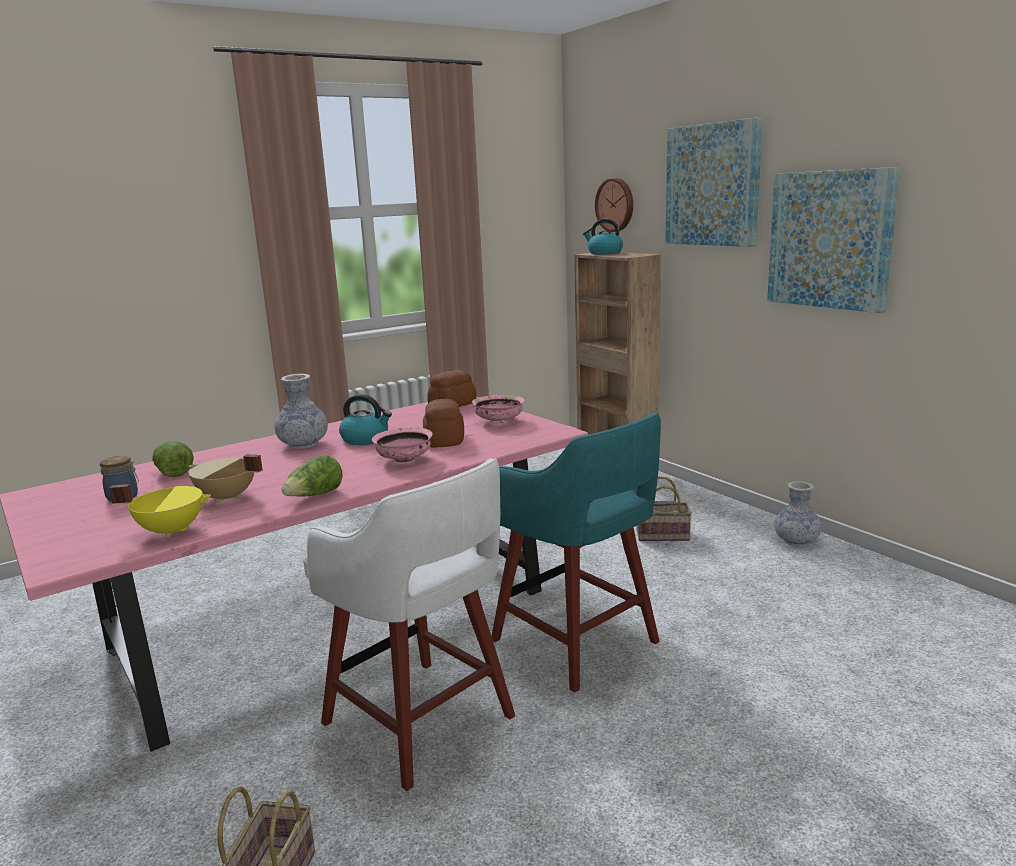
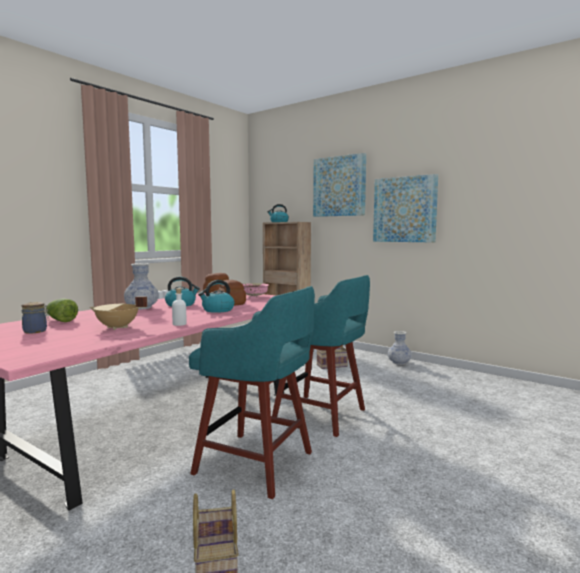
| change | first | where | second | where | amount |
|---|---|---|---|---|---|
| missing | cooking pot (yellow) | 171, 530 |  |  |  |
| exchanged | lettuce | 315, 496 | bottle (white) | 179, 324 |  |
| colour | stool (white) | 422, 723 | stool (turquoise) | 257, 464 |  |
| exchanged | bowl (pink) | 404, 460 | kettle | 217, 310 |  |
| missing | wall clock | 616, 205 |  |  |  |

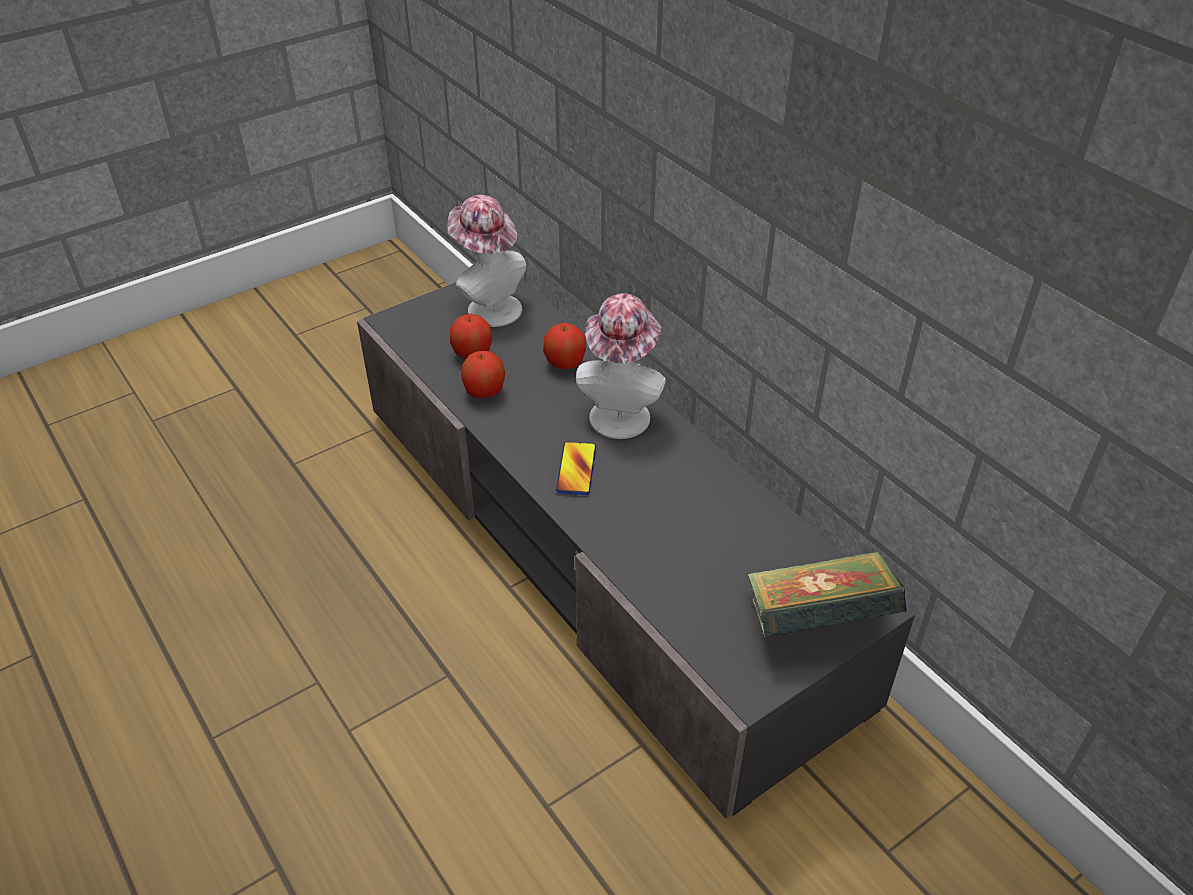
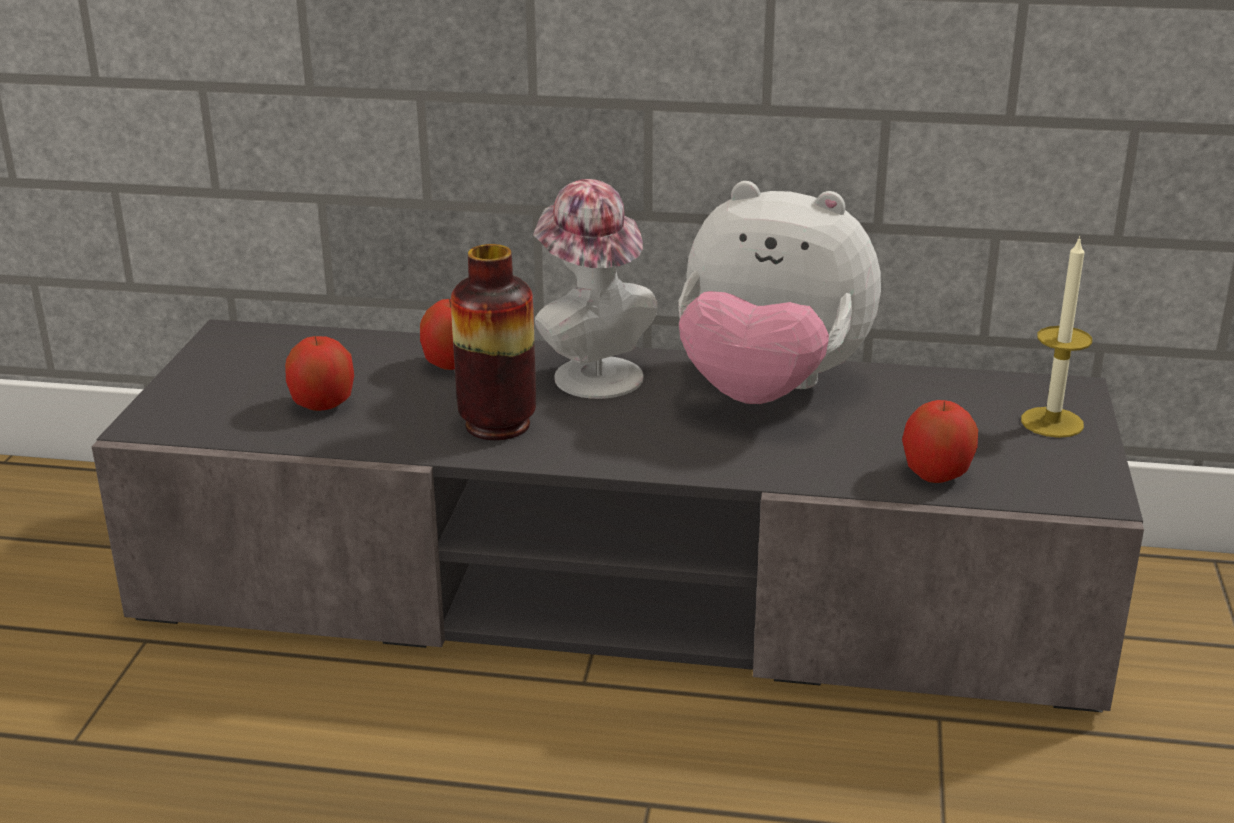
| change | first | where | second | where | amount |
|---|---|---|---|---|---|
| missing | hat | 489, 307 |  |  |  |
| relocated | apple | 484, 392 |  | 936, 474 |  |
| missing | phone | 576, 469 |  |  |  |
| exchanged | book | 816, 622 | candle | 1052, 422 |  |
| appeared |  |  | vase | 497, 425 |  |
| appeared |  |  | plush toy | 769, 391 |  |

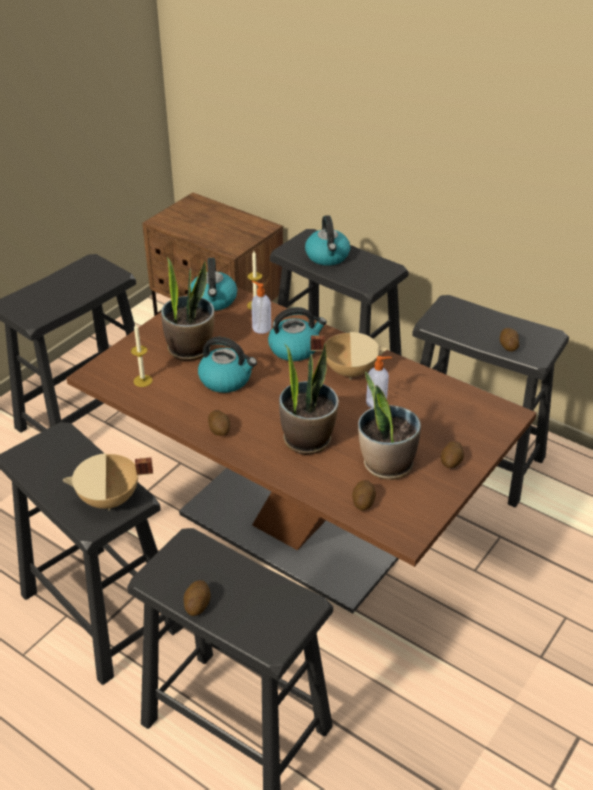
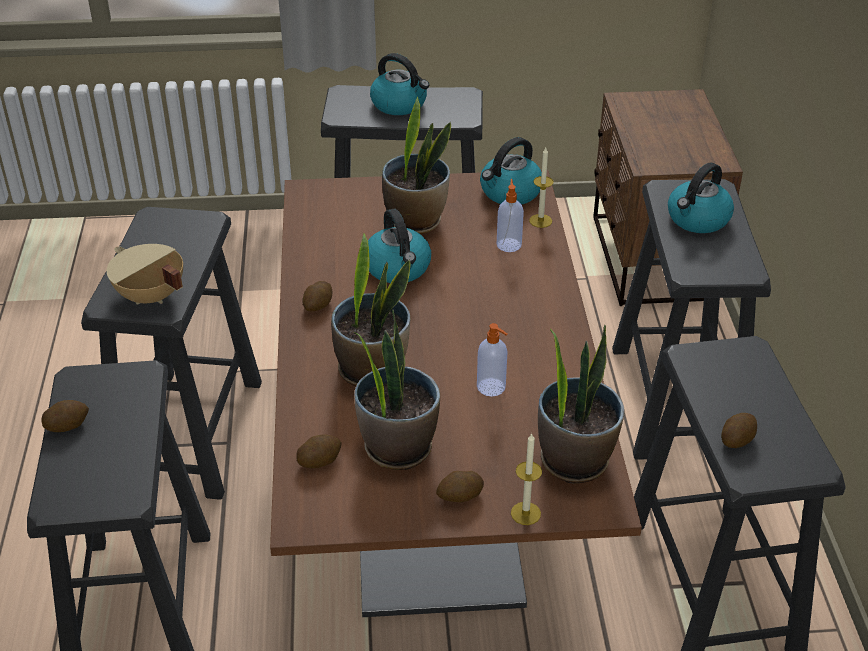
| change | first | where | second | where | amount |
|---|---|---|---|---|---|
| relocated | candle | 143, 381 |  | 525, 513 |  |
| relocated | kettle | 295, 348 |  | 400, 104 |  |
| missing | cooking pot (beige) | 349, 370 |  |  |  |
| appeared |  |  | potted plant | 574, 459 |  |

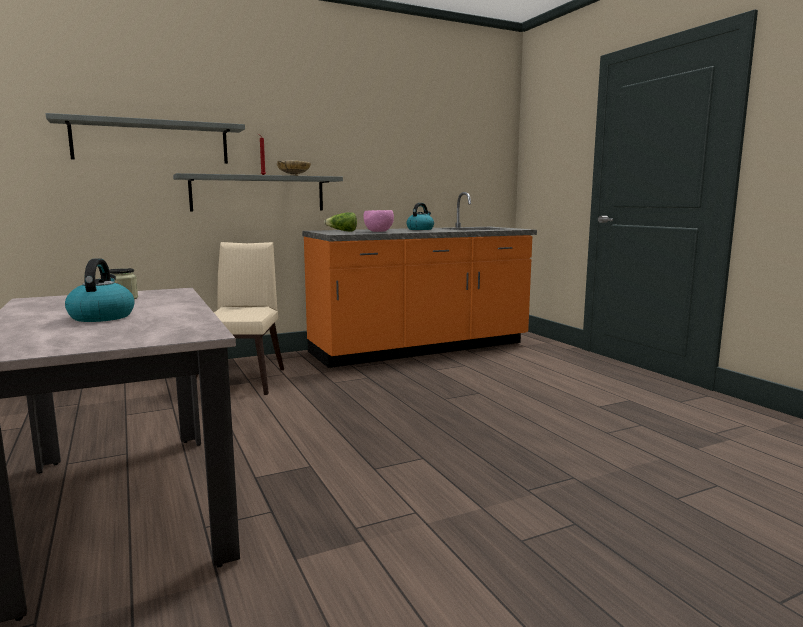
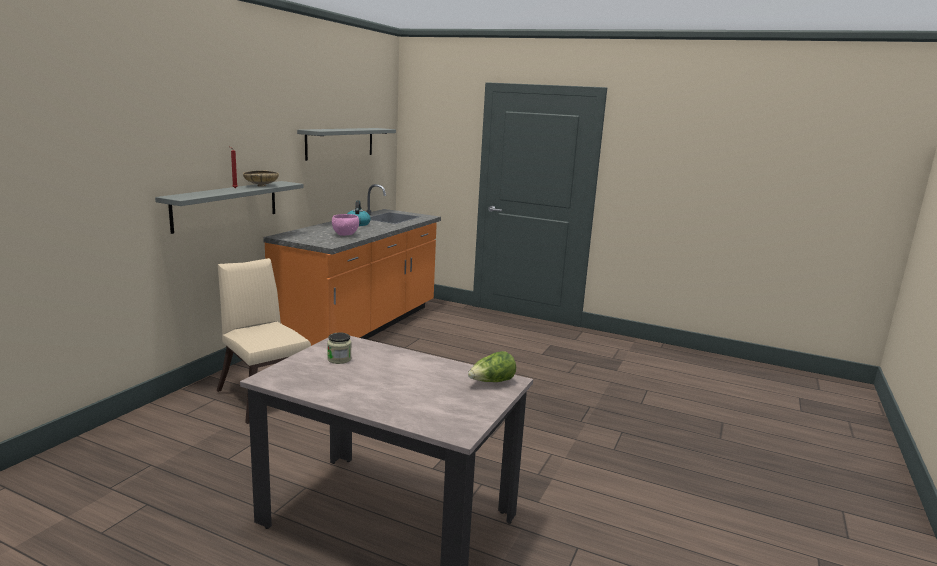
| change | first | where | second | where | amount |
|---|---|---|---|---|---|
| relocated | shelf (grey) | 151, 142 |  | 340, 143 |  |
| missing | kettle | 102, 316 |  |  |  |
| relocated | lettuce | 342, 231 |  | 492, 382 |  |

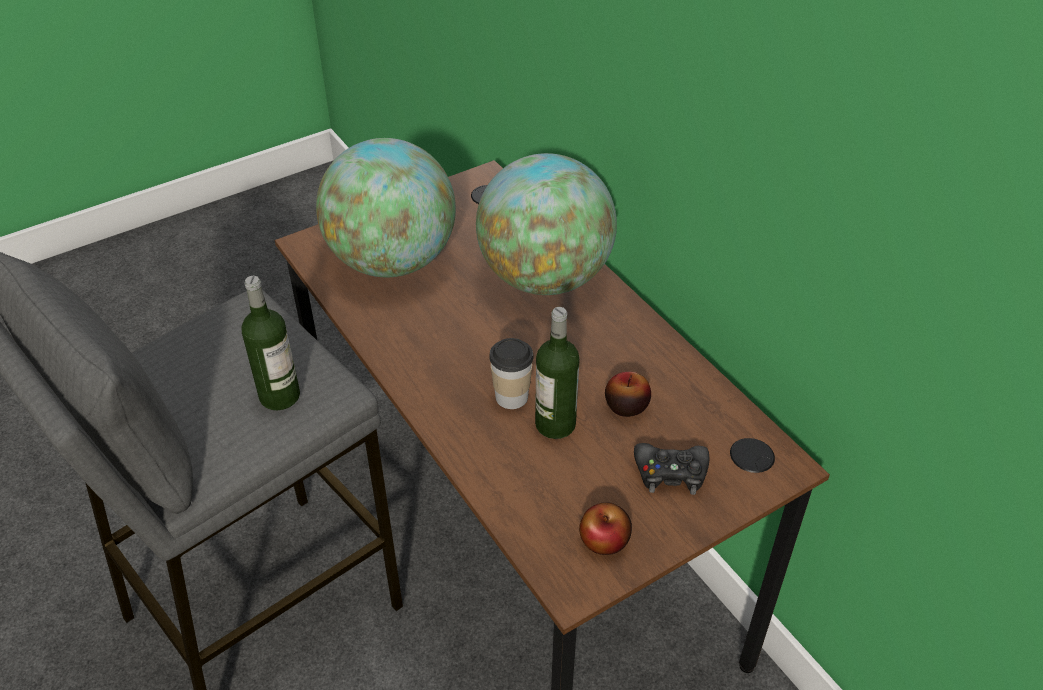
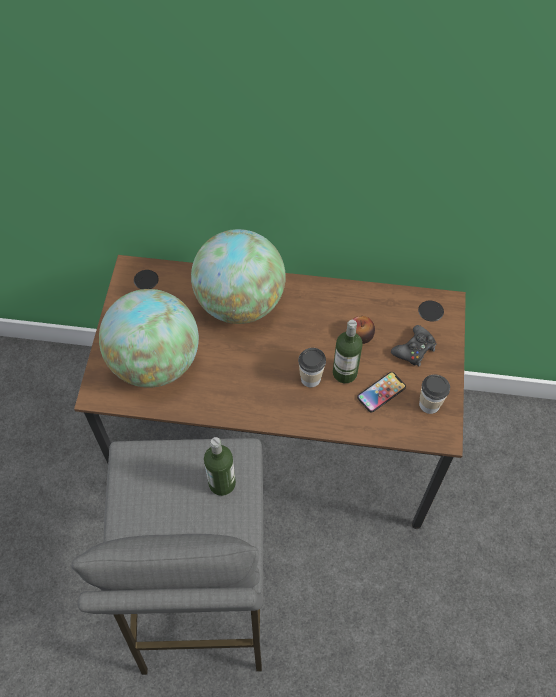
| change | first | where | second | where | amount |
|---|---|---|---|---|---|
| exchanged | apple | 604, 540 | cup | 429, 404 |  |
| appeared |  |  | phone | 381, 392 |  |

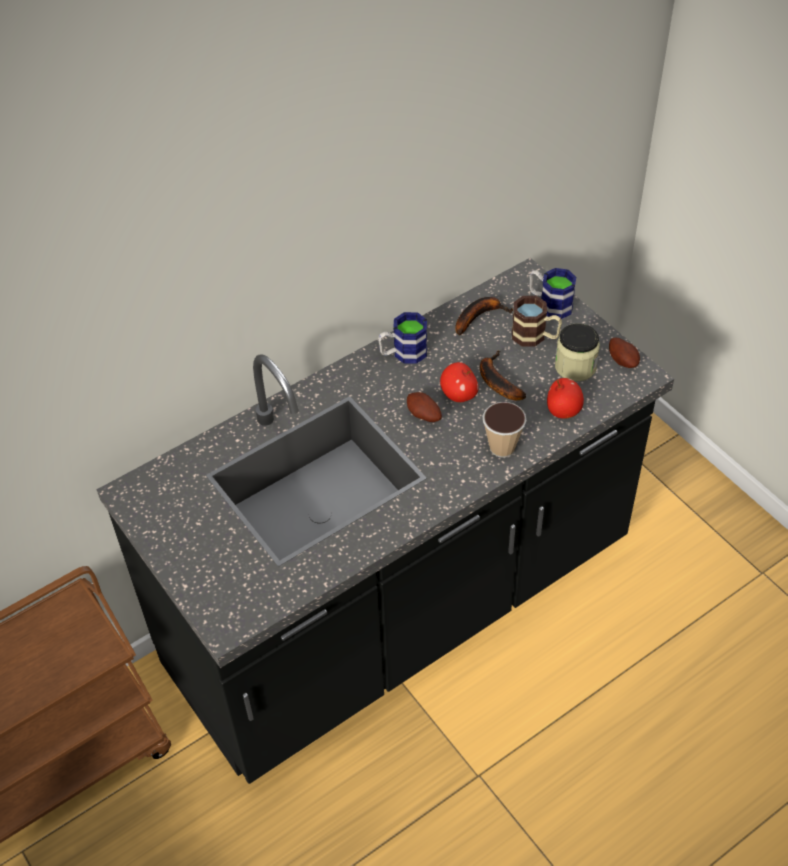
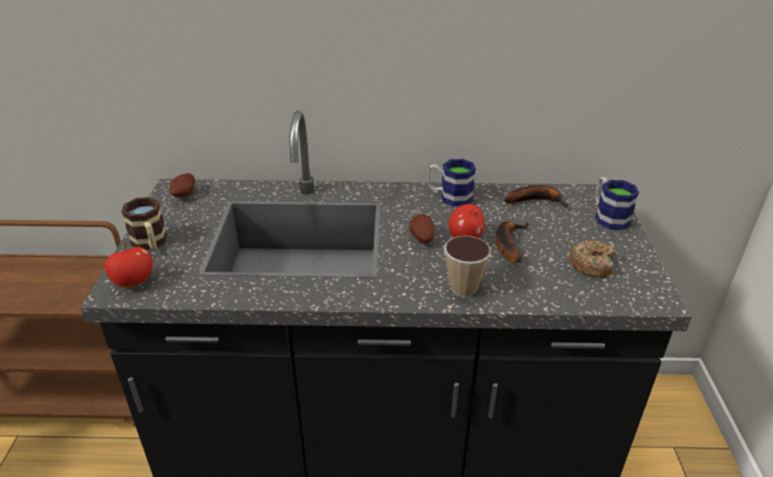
| change | first | where | second | where | amount |
|---|---|---|---|---|---|
| relocated | mug | 535, 337 |  | 151, 244 |  |
| relocated | apple | 563, 410 |  | 134, 282 |  |
| exchanged | jar | 575, 367 | donut | 591, 265 |  |
| relocated | potato | 623, 360 |  | 185, 194 |  |

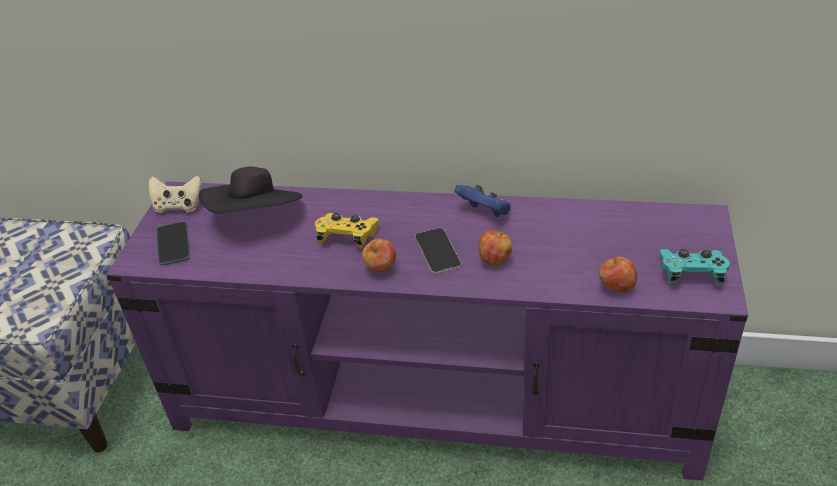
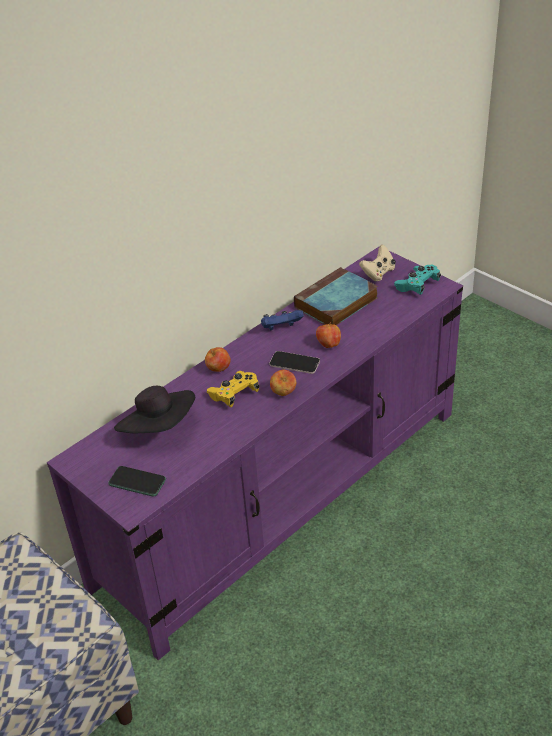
| change | first | where | second | where | amount |
|---|---|---|---|---|---|
| relocated | game controller (beige) | 179, 206 |  | 378, 273 |  |
| relocated | apple | 616, 288 |  | 218, 369 |  |
| appeared |  |  | book | 335, 304 |  |

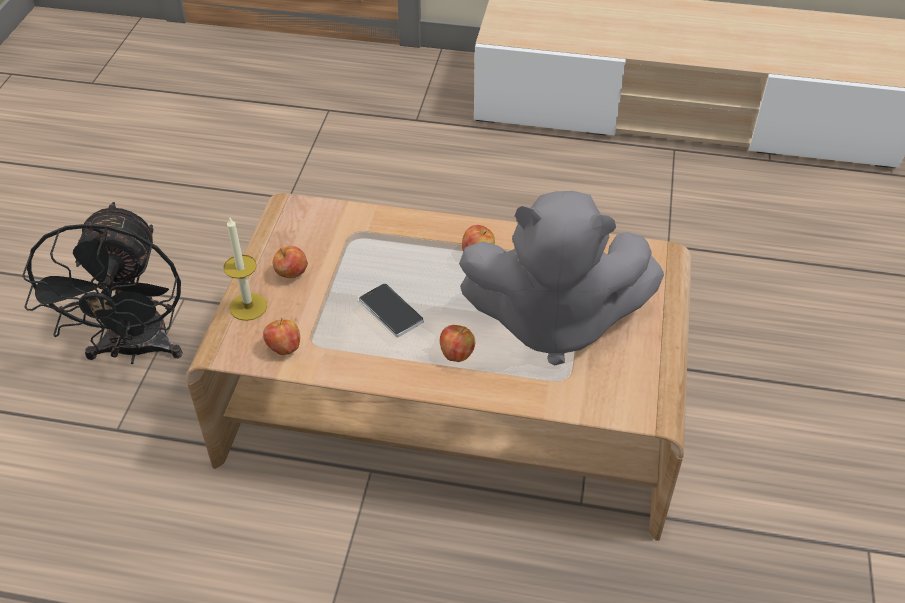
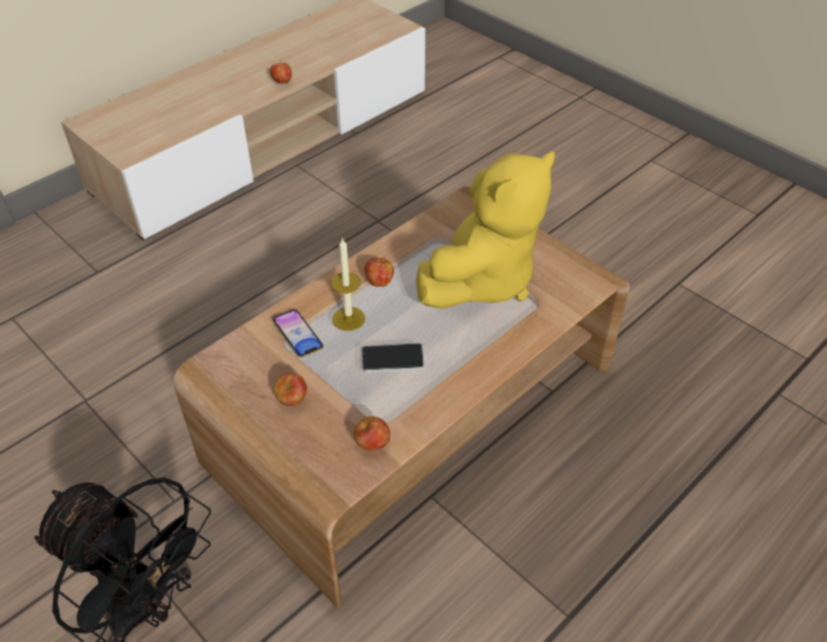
| change | first | where | second | where | amount |
|---|---|---|---|---|---|
| relocated | candle | 248, 306 |  | 348, 319 |  |
| relocated | apple | 457, 354 |  | 282, 82 |  |
| colour | plush toy (grey) | 553, 322 | plush toy (yellow) | 482, 280 |  |
| appeared |  |  | phone | 298, 336 |  |

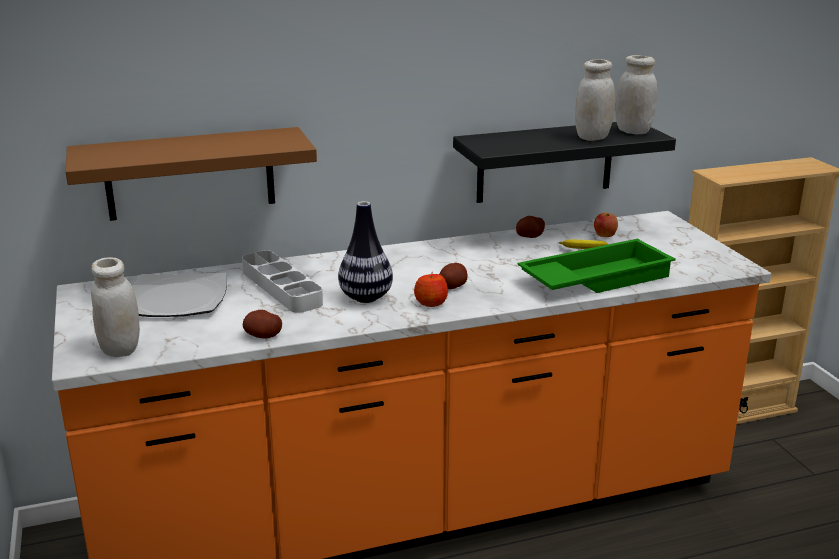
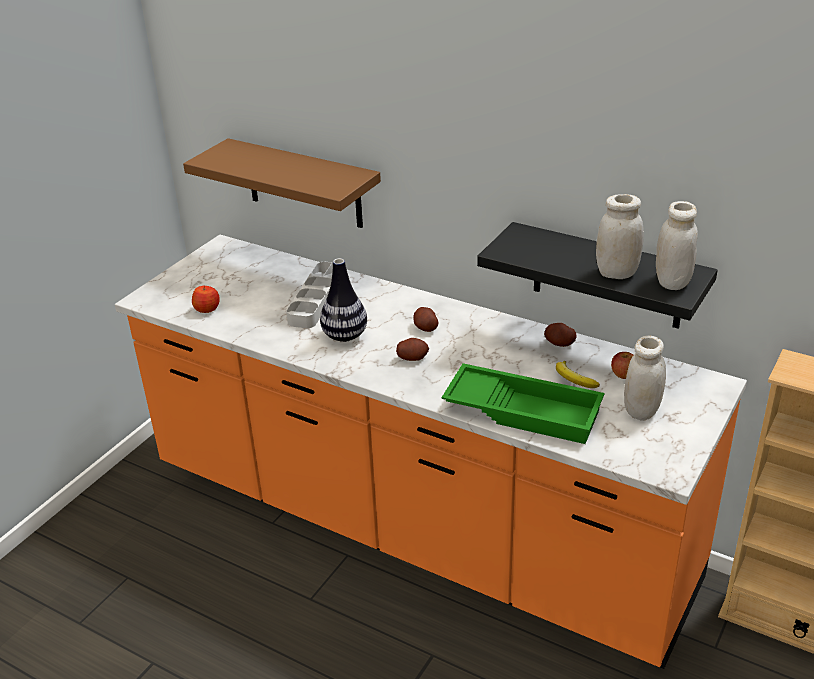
| change | first | where | second | where | amount |
|---|---|---|---|---|---|
| relocated | jar (white) | 120, 349 |  | 641, 411 |  |
| missing | plate | 175, 300 |  |  |  |
| relocated | potato | 263, 336 |  | 425, 328 |  |
| relocated | apple | 431, 303 |  | 207, 309 |  |

